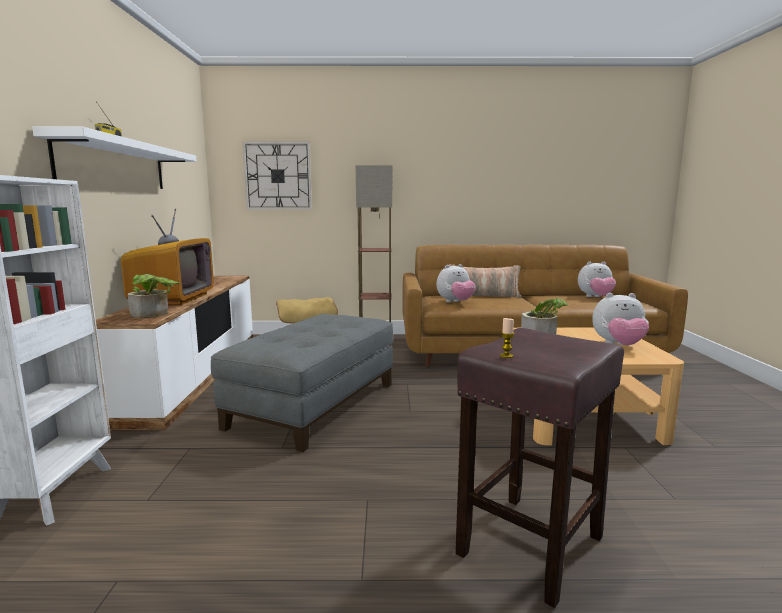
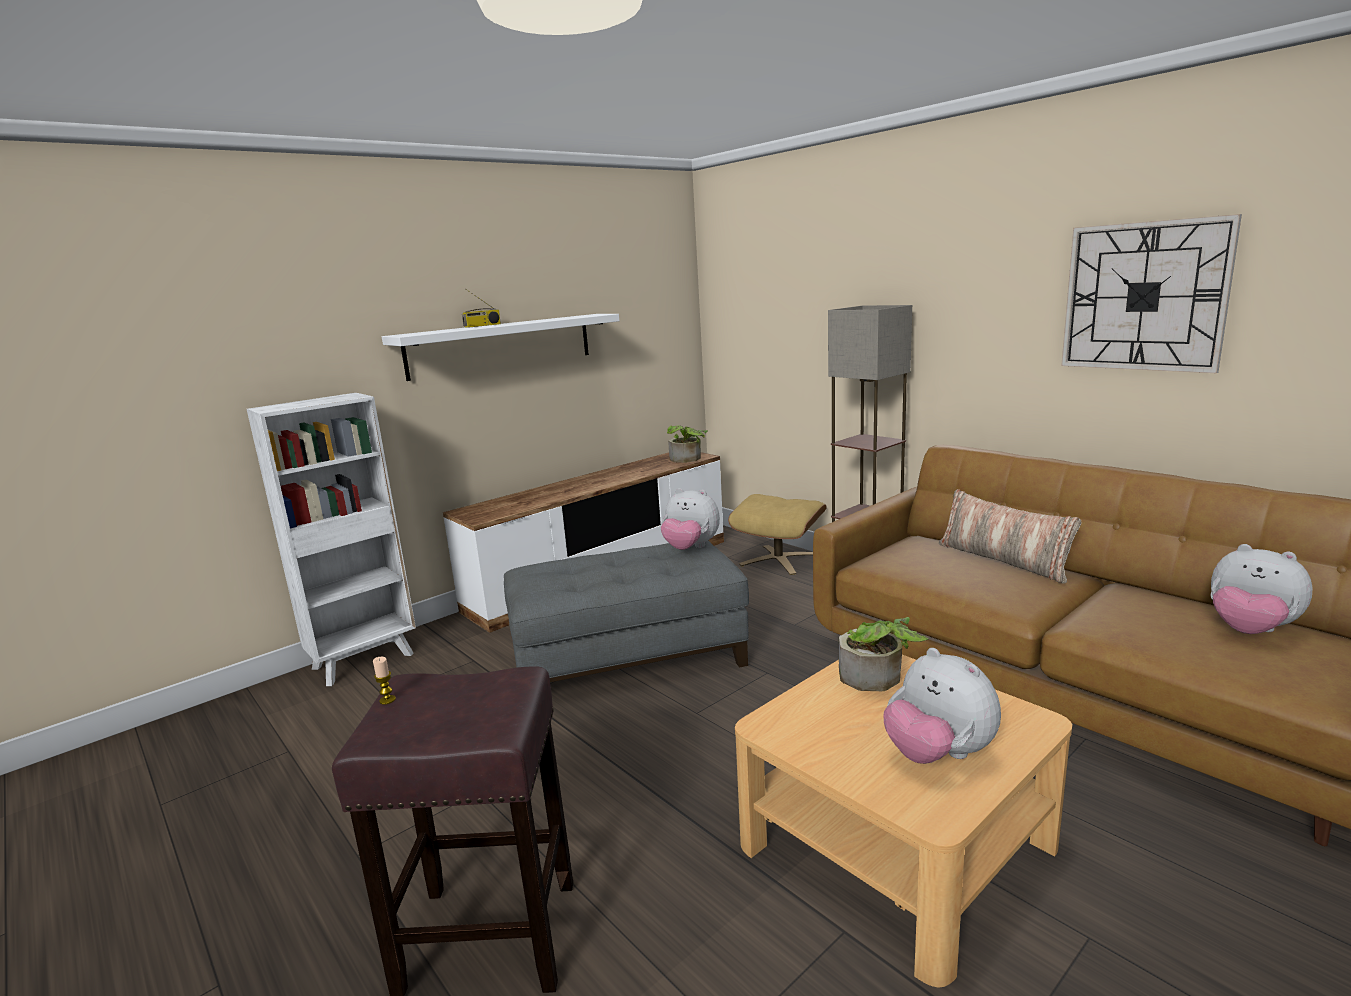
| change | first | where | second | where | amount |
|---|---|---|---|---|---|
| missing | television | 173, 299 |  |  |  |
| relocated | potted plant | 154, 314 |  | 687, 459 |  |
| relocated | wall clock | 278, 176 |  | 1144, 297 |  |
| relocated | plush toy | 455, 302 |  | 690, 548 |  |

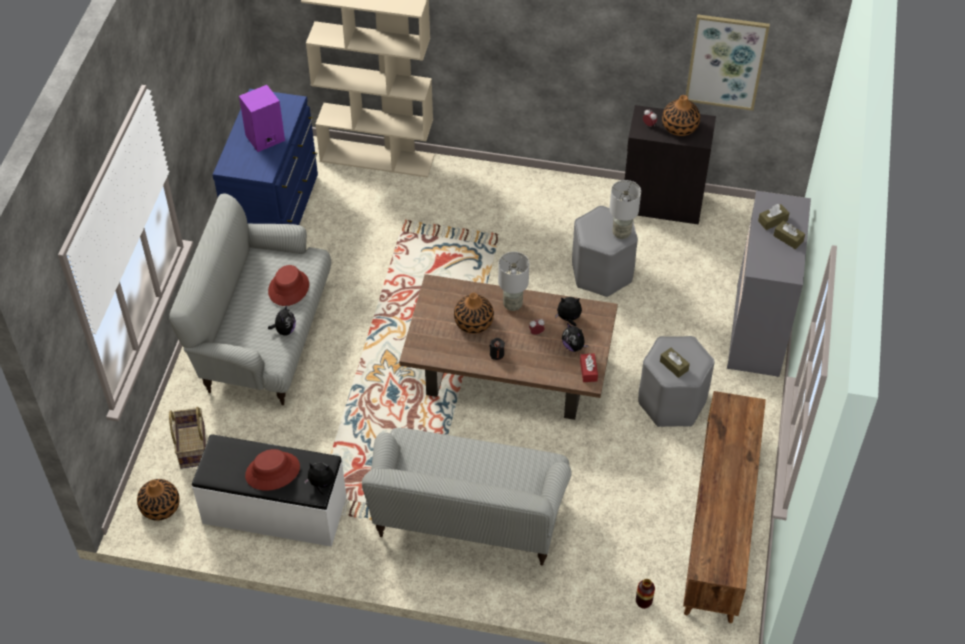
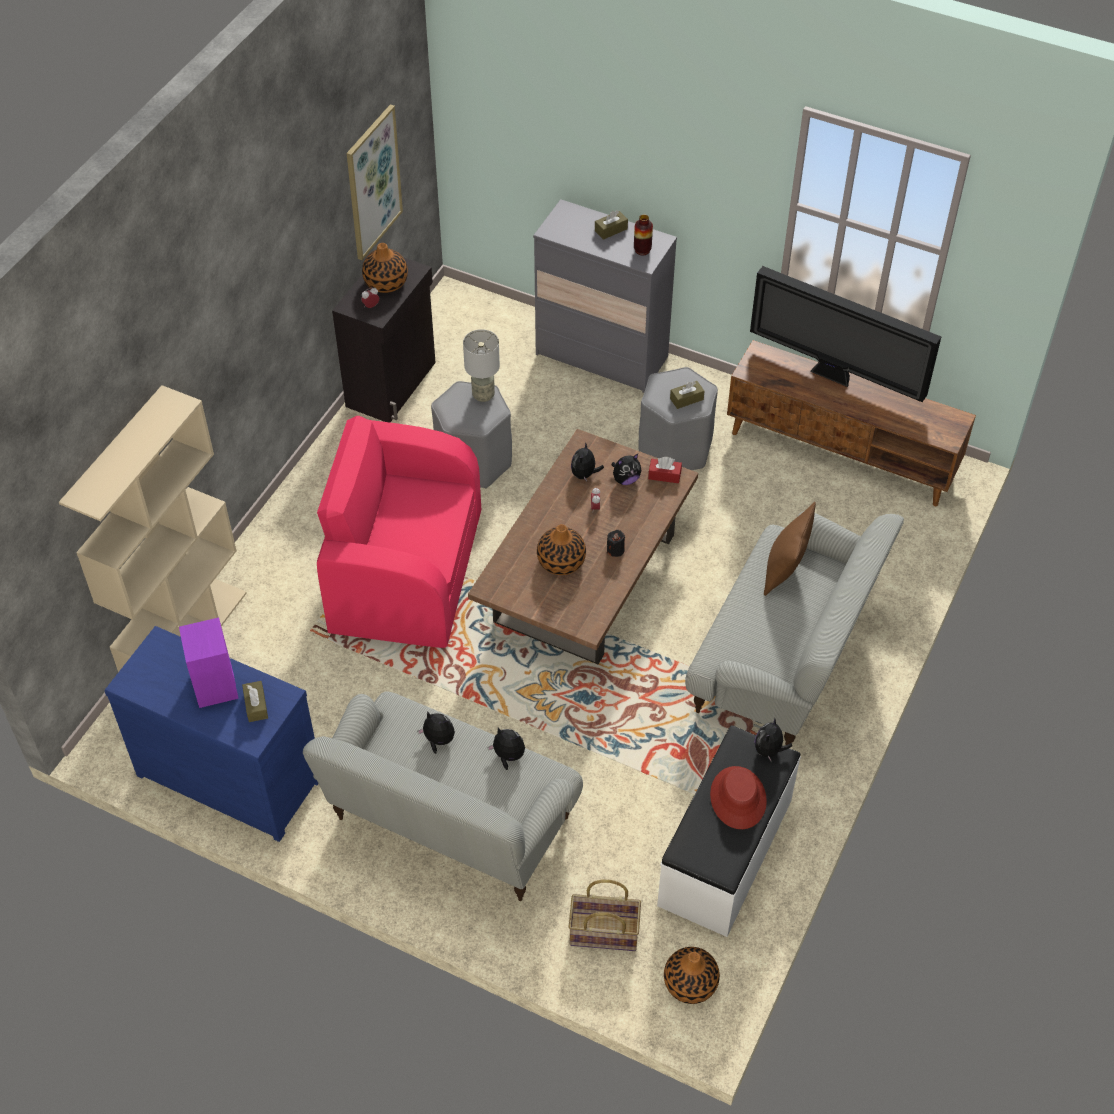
| change | first | where | second | where | amount |
|---|---|---|---|---|---|
| exchanged | hat (red) | 288, 288 | plush toy | 438, 740 |  |
| missing | table lamp (grey) | 512, 305 |  |  |  |
| relocated | vase | 643, 602 |  | 642, 250 |  |
| relocated | tissue box (brown) | 772, 221 |  | 256, 705 |  |
| appeared |  |  | armchair (pink) | 405, 571 |  |
| appeared |  |  | television | 834, 376 |  |
| appeared |  |  | pillow (brown) | 784, 570 |  |

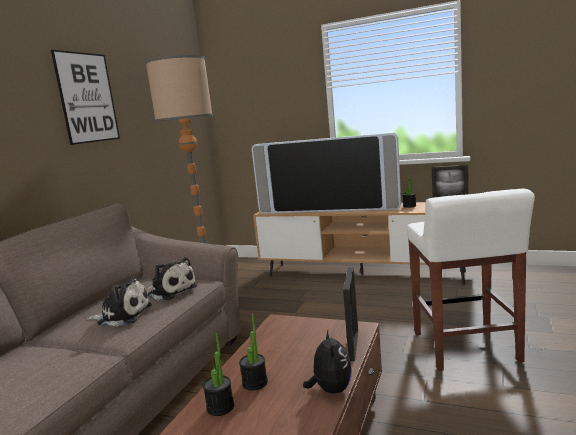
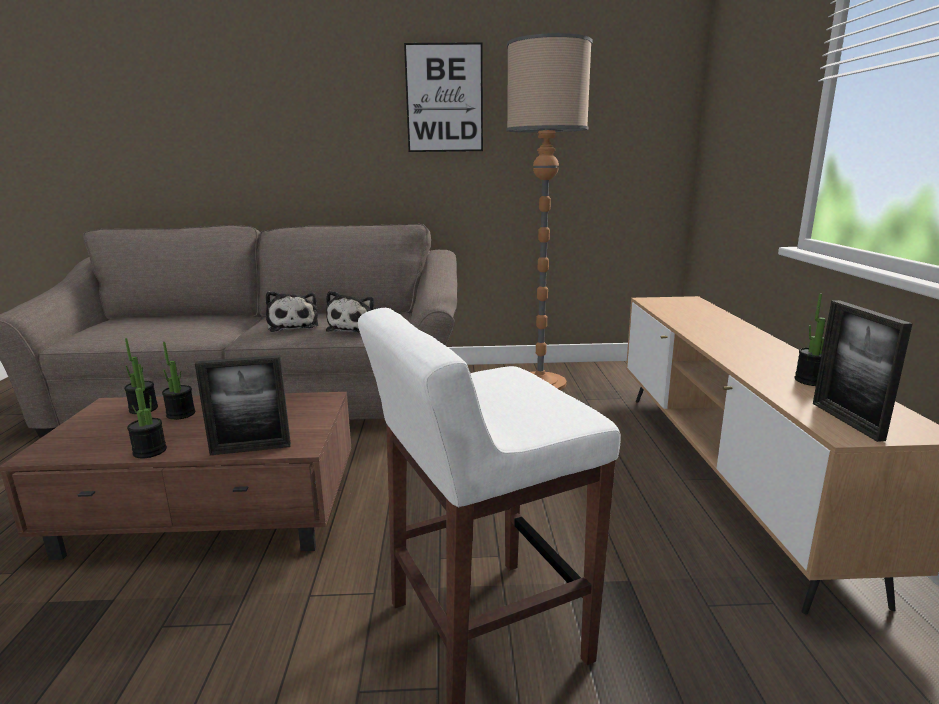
| change | first | where | second | where | amount |
|---|---|---|---|---|---|
| missing | television | 328, 210 |  |  |  |
| exchanged | plush toy | 331, 389 | potted plant | 150, 451 |  |

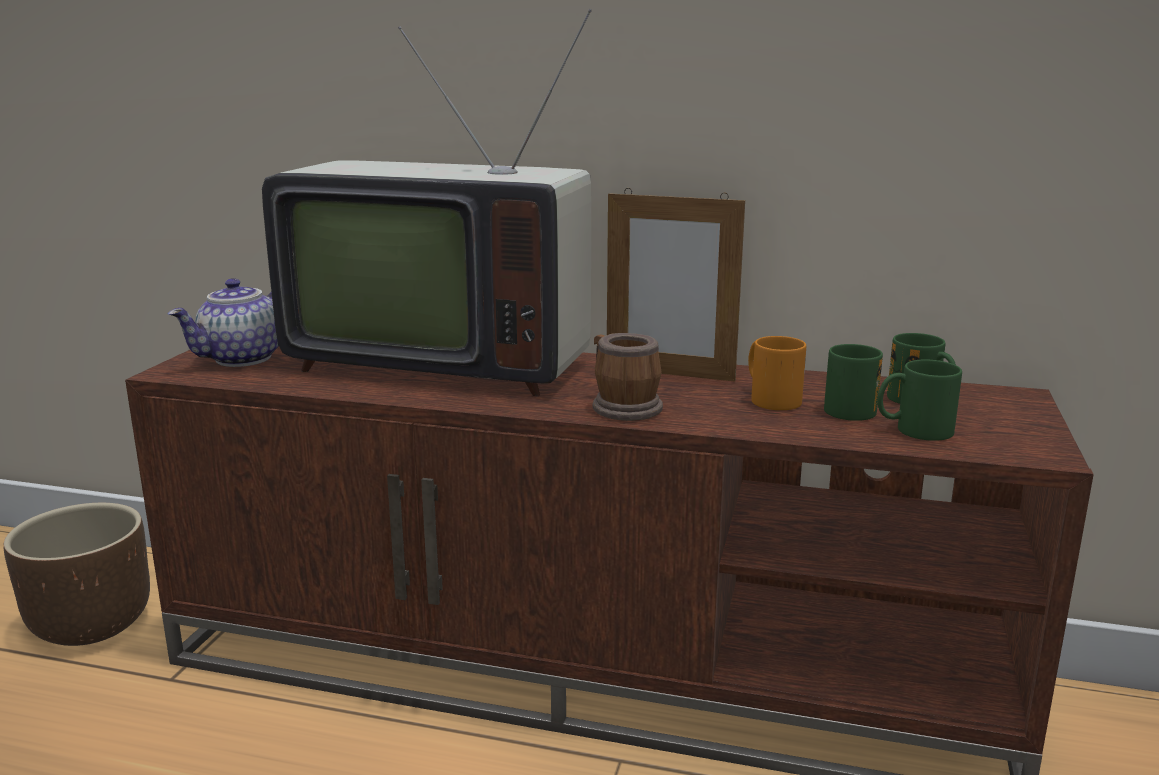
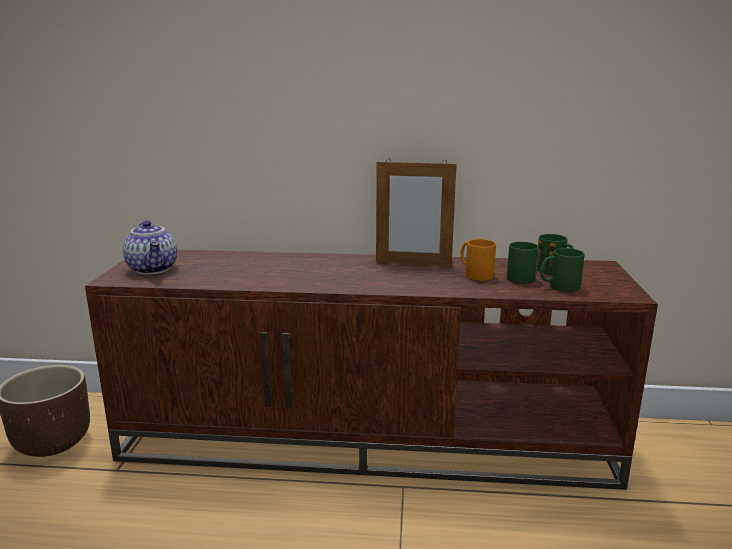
| change | first | where | second | where | amount |
|---|---|---|---|---|---|
| spun | teapot | 243, 359 |  | 154, 269 | 60 degrees counterclockwise |
| missing | television | 440, 361 |  |  |  |
| missing | mug | 621, 406 |  |  |  |

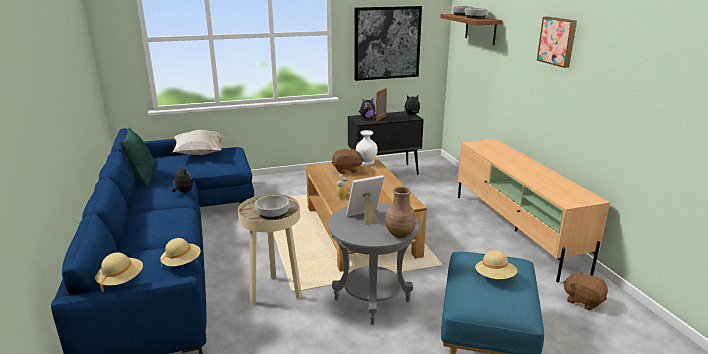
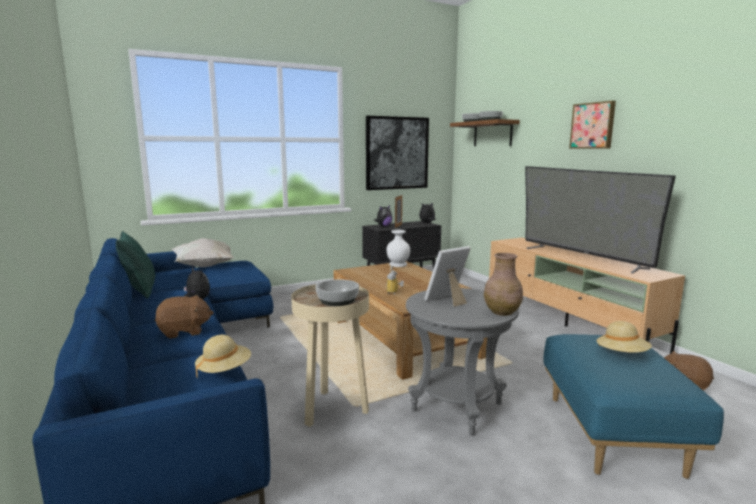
| change | first | where | second | where | amount |
|---|---|---|---|---|---|
| missing | hat (beige) | 121, 280 |  |  |  |
| relocated | plush toy (brown) | 347, 170 |  | 184, 331 |  |
| appeared |  |  | television | 582, 257 |  |

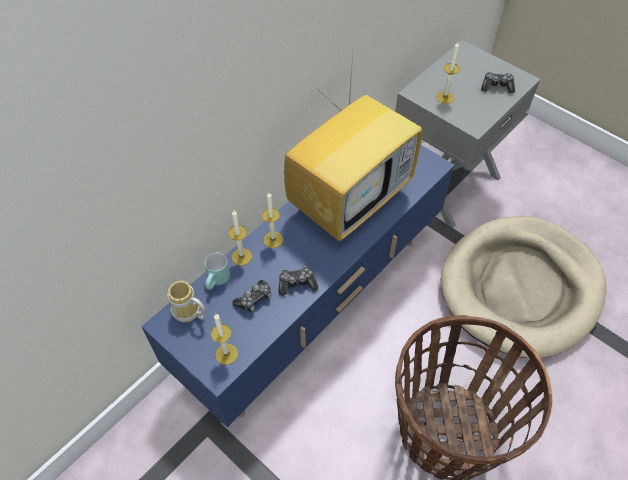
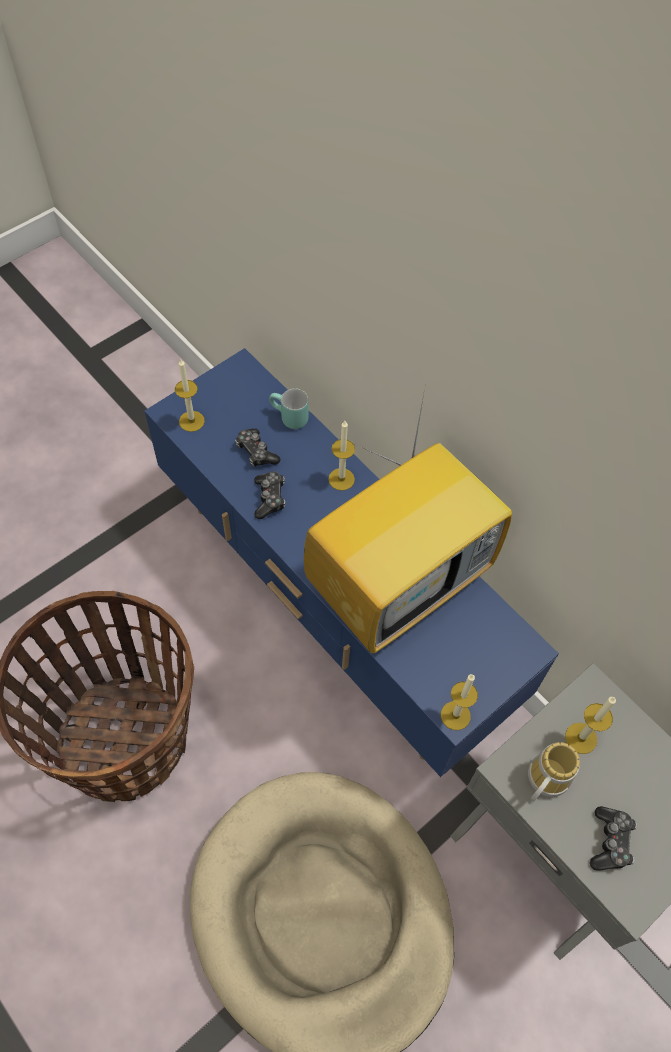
| change | first | where | second | where | amount |
|---|---|---|---|---|---|
| relocated | mug | 189, 314 |  | 542, 780 |  |
| relocated | candle | 241, 256 |  | 455, 715 |  |
| spun | television | 350, 198 |  | 400, 579 | 90 degrees counterclockwise |

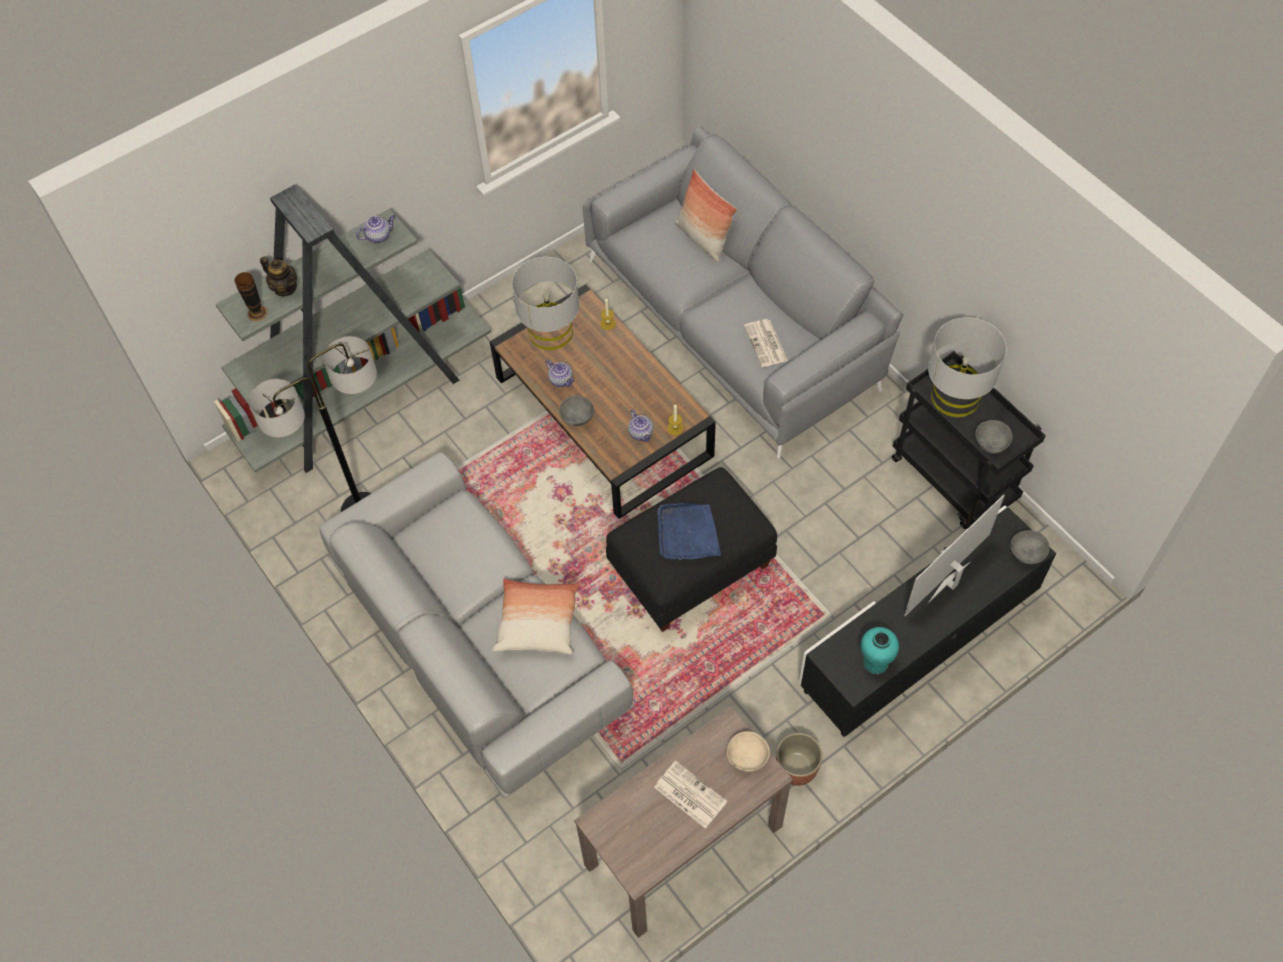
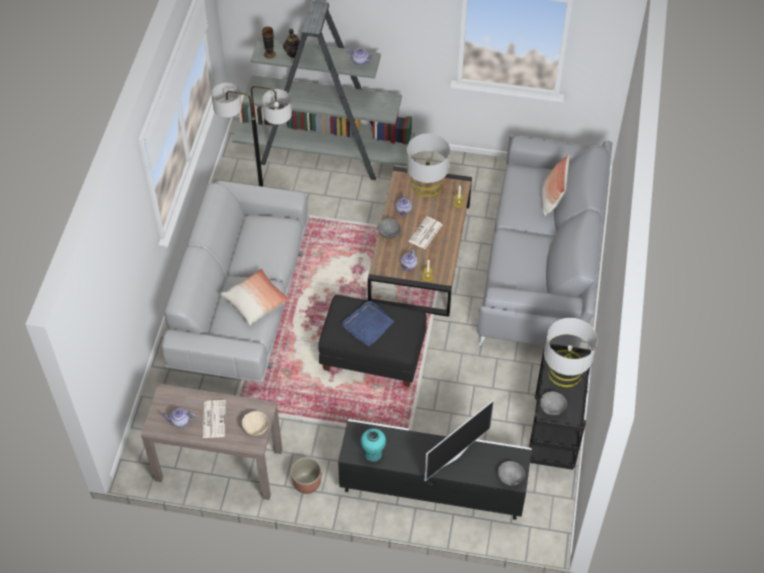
| change | first | where | second | where | amount |
|---|---|---|---|---|---|
| relocated | newspaper | 766, 344 |  | 425, 233 |  |
| spun | television | 950, 583 |  | 454, 455 | 135 degrees clockwise |
| appeared |  |  | teapot | 180, 421 |  |

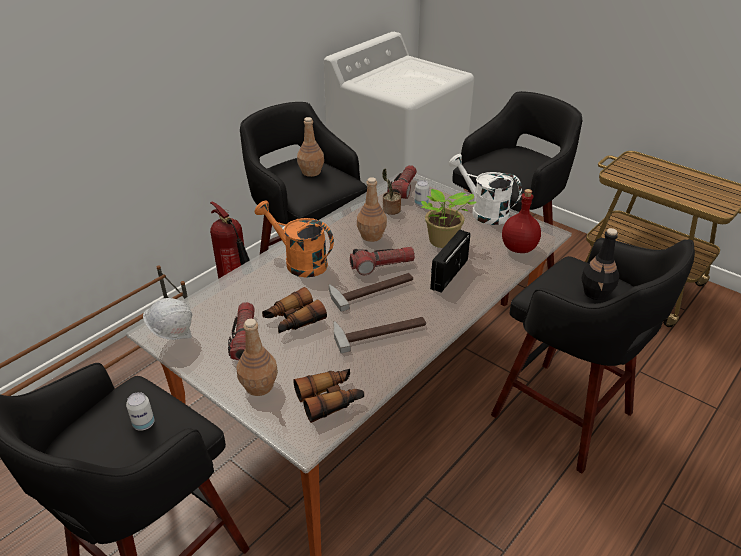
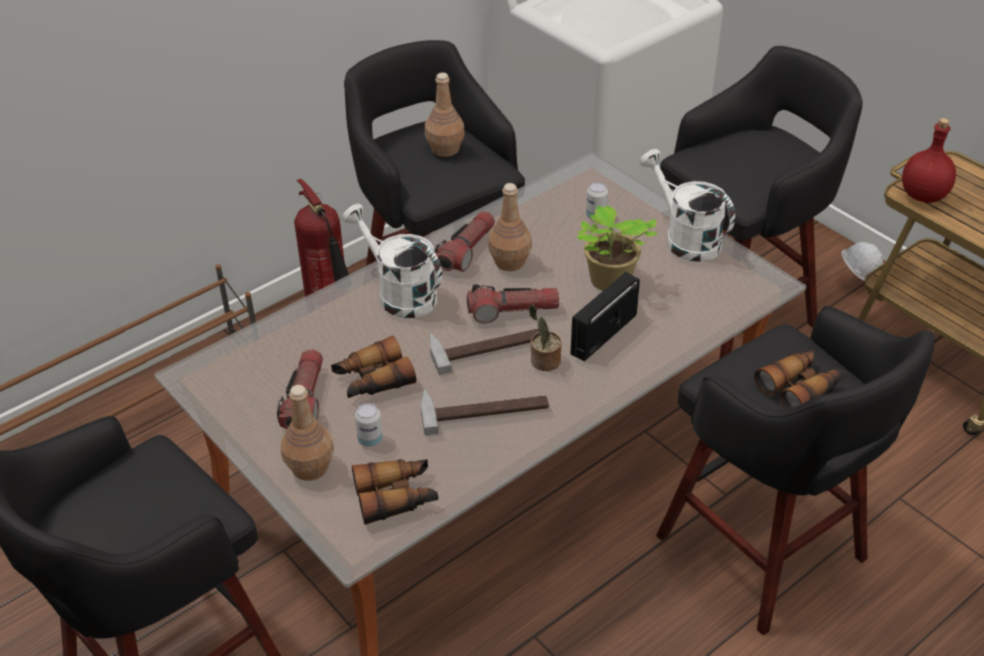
| change | first | where | second | where | amount |
|---|---|---|---|---|---|
| relocated | can | 144, 424 |  | 370, 440 |  |
| relocated | hard hat (white) | 173, 338 |  | 855, 281 |  |
| colour | watering can (orange) | 299, 262 | watering can (white) | 399, 293 |  |
| relocated | potted plant | 390, 210 |  | 543, 361 |  |
| relocated | flashlight | 403, 188 |  | 466, 250 |  |
| relocated | bottle (red) | 519, 248 |  | 924, 195 |  |
| exchanged | bottle (black) | 596, 292 | binoculars | 801, 387 |  |

